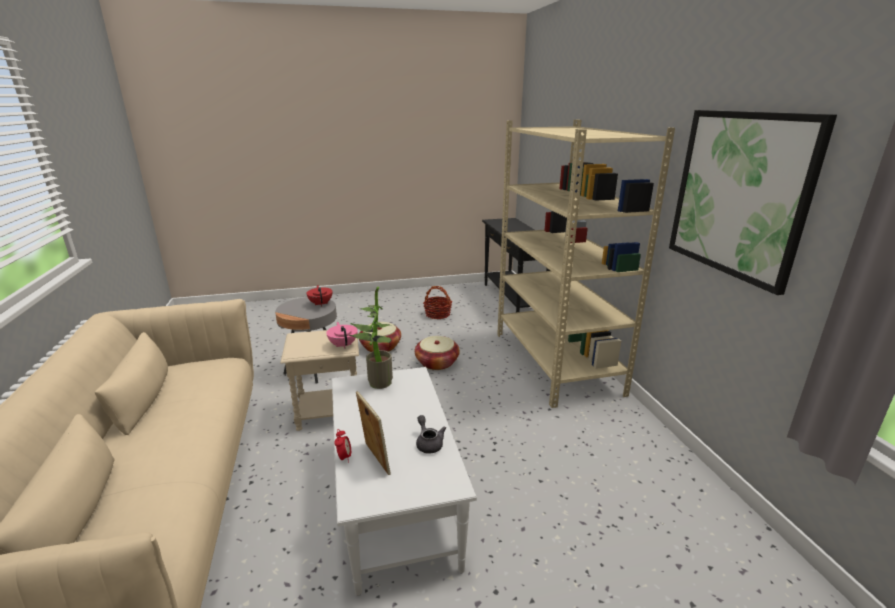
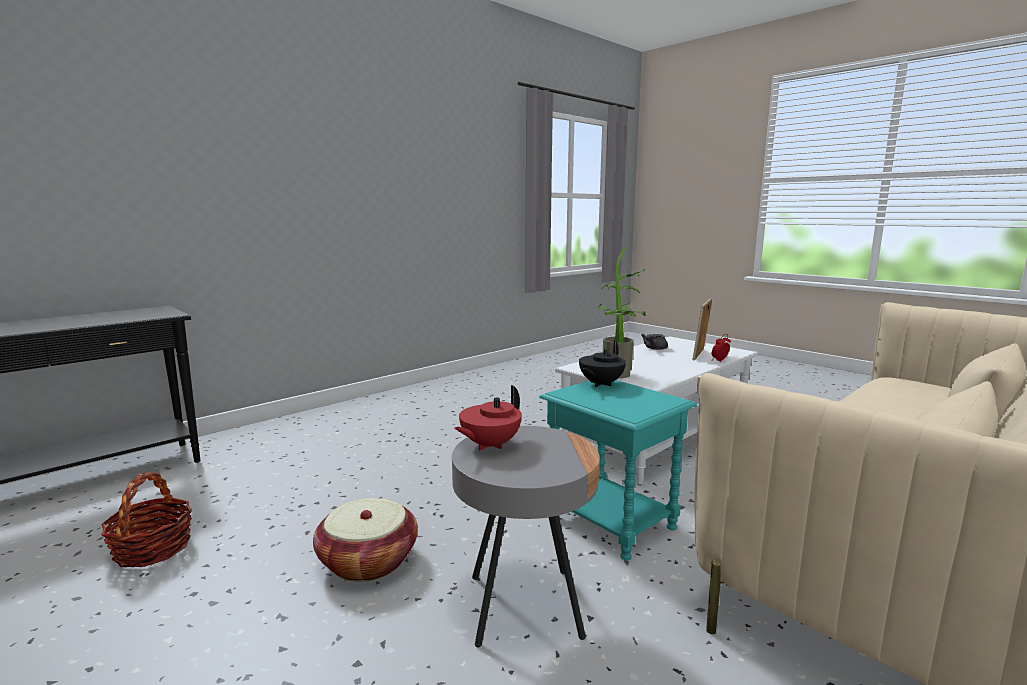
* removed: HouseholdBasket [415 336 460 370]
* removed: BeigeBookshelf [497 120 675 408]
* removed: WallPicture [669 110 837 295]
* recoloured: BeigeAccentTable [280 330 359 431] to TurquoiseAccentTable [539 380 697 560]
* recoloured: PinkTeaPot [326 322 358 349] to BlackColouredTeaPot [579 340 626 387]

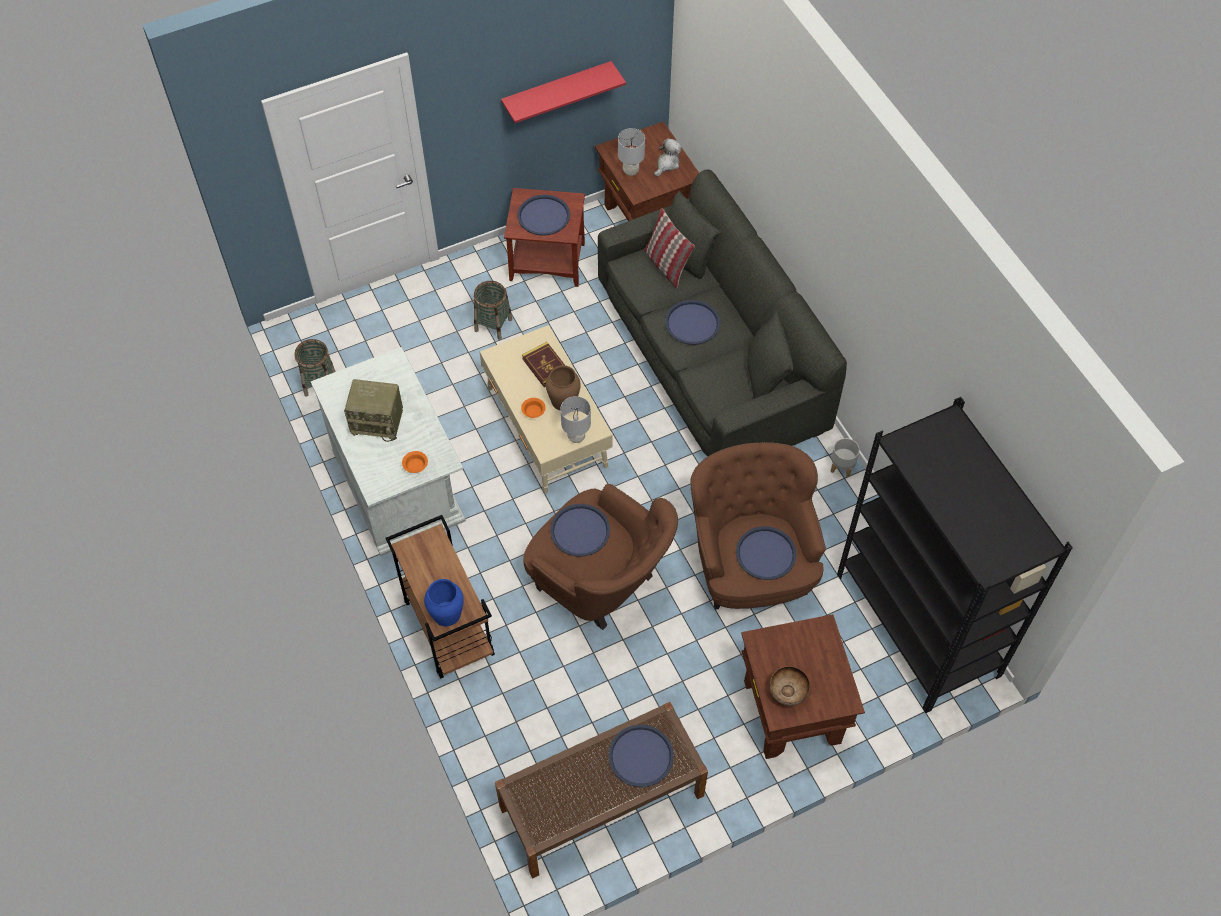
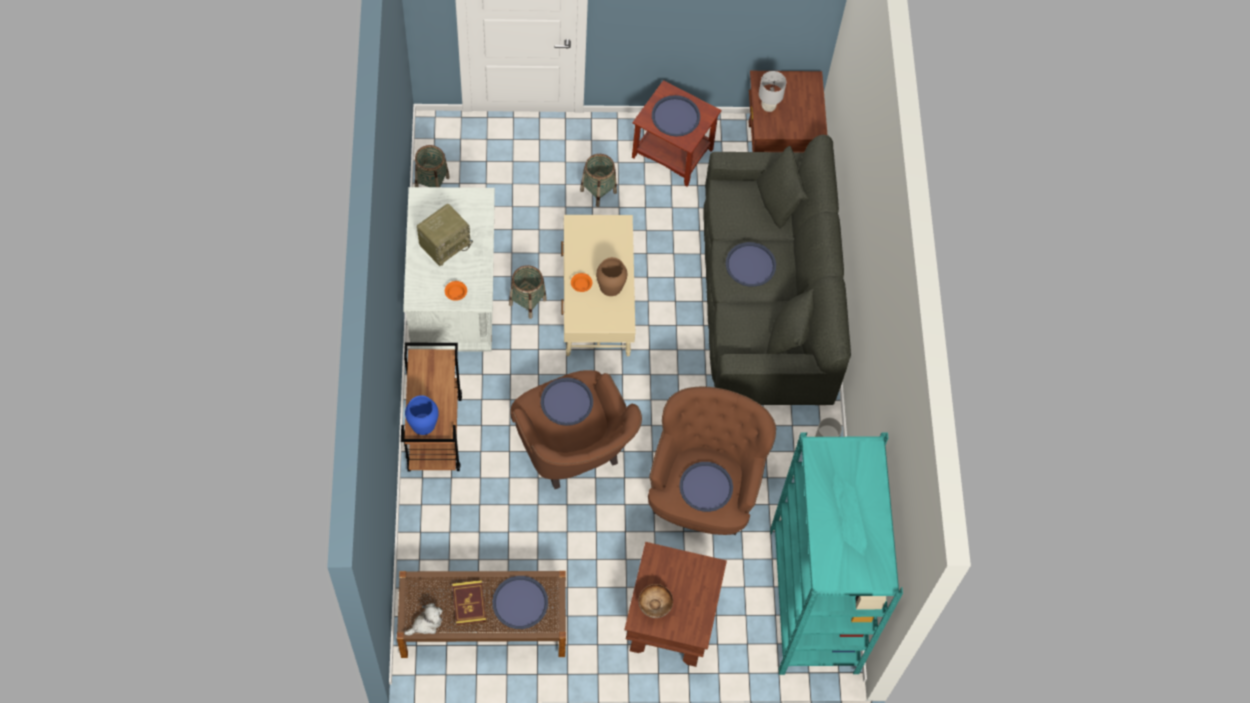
* removed: ReddishShelf [501 61 626 123]
* removed: GreyTabletopLamp [561 396 591 443]
* removed: ThrowPillow [644 208 695 288]
* added: HouseholdBasket [509 265 547 319]
* moved: Book [522 342 565 387] to [452 580 486 626]
* moved: PlushToy [654 138 681 177] to [404 603 443 636]
* recoloured: BlackColouredBookshelf [837 397 1073 713] to TurquoiseBookshelf [770 432 903 675]
* turned: RadioSet [344 379 403 442] = [417 204 473 266] 75 degrees counterclockwise

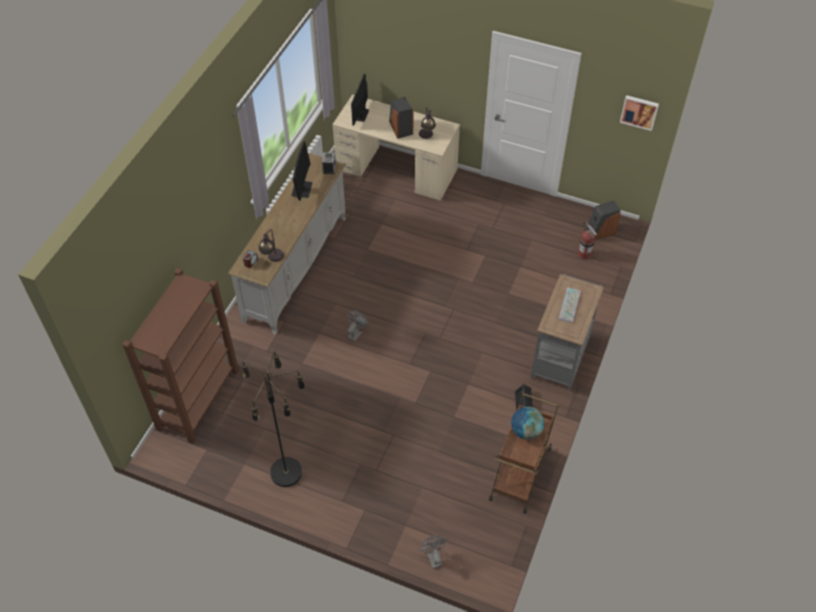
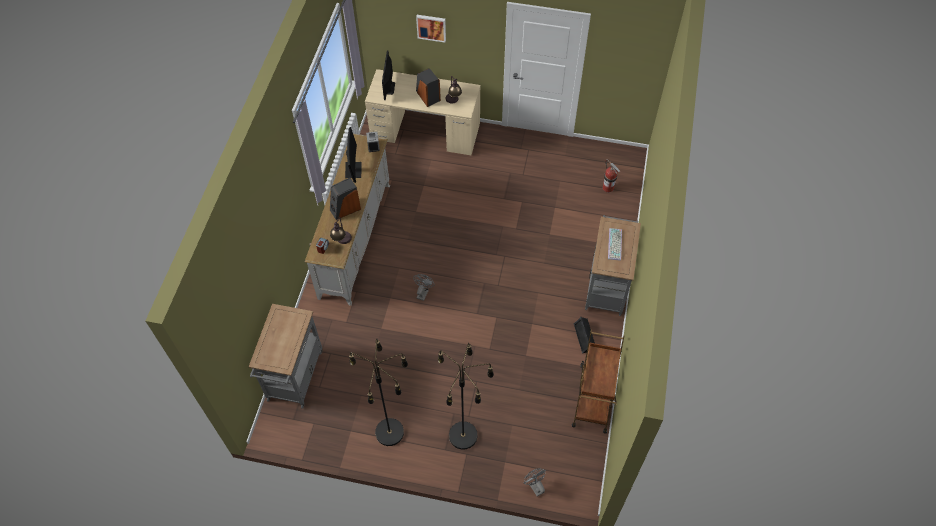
* removed: WorldGlobe [511 407 544 440]
* added: StandingLamp [438 343 494 450]
* moved: AudioSpeaker [585 201 621 240] to [330 178 361 220]
* moved: WallPicture [620 95 659 131] to [416 15 446 43]
* replaced: BrownBookshelf [122 268 239 444] to GreyTrolley [249 304 322 408]

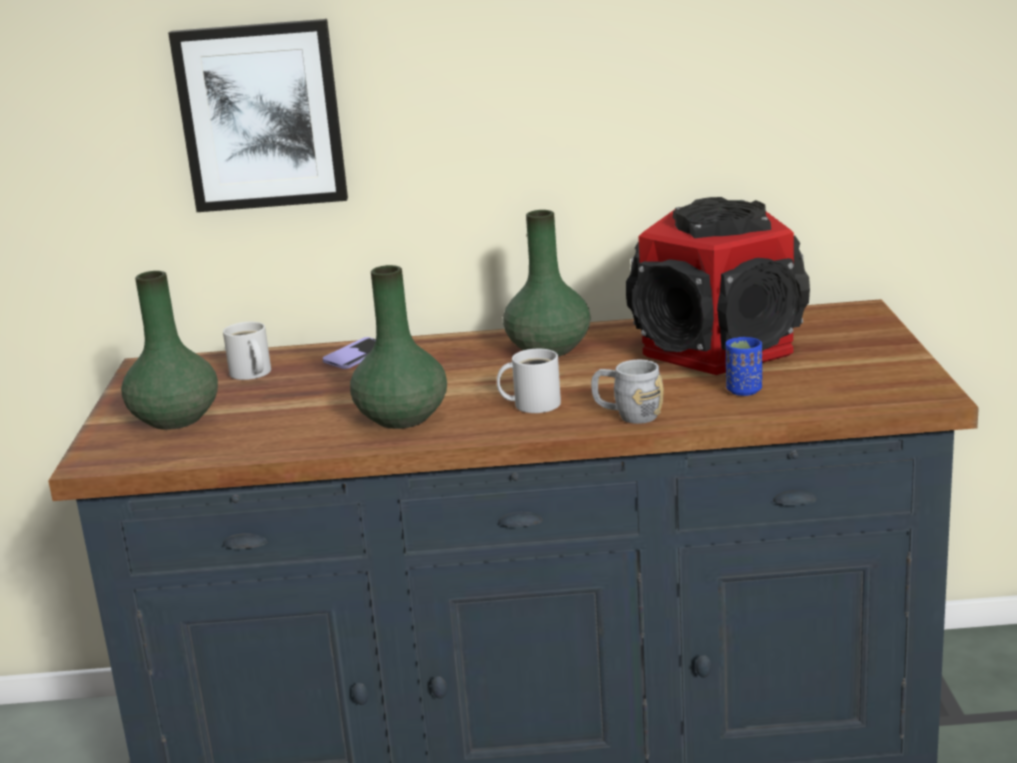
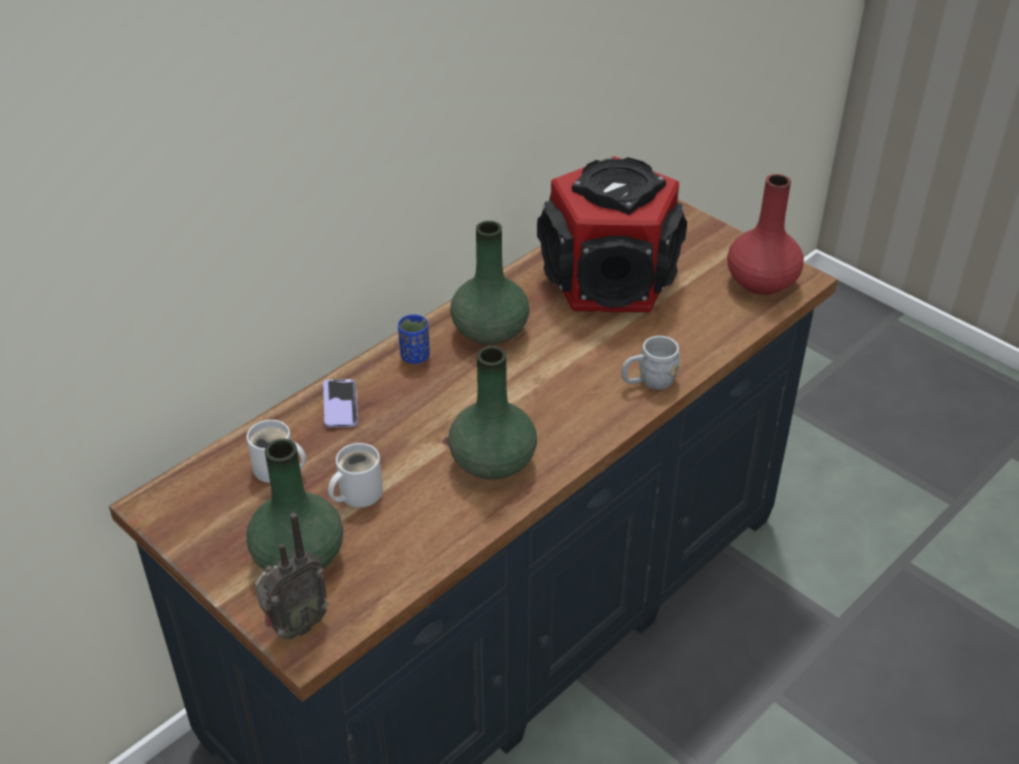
* removed: WallPicture [168 19 348 212]
* added: RadioSet [255 513 328 639]
* added: ReddishFlowerVase [727 174 804 295]
* moved: WhitishTeaMug [497 349 561 413] to [328 443 383 507]
* moved: BlueColouredSmallCup [725 337 762 396] to [398 314 430 364]

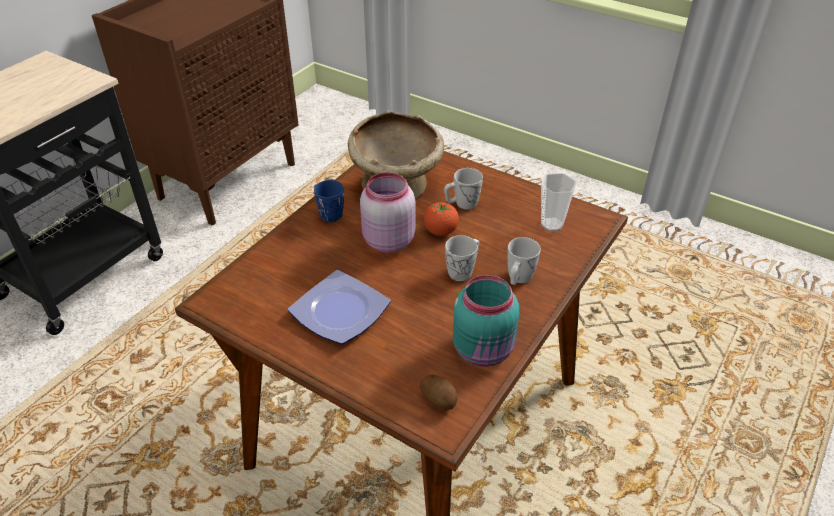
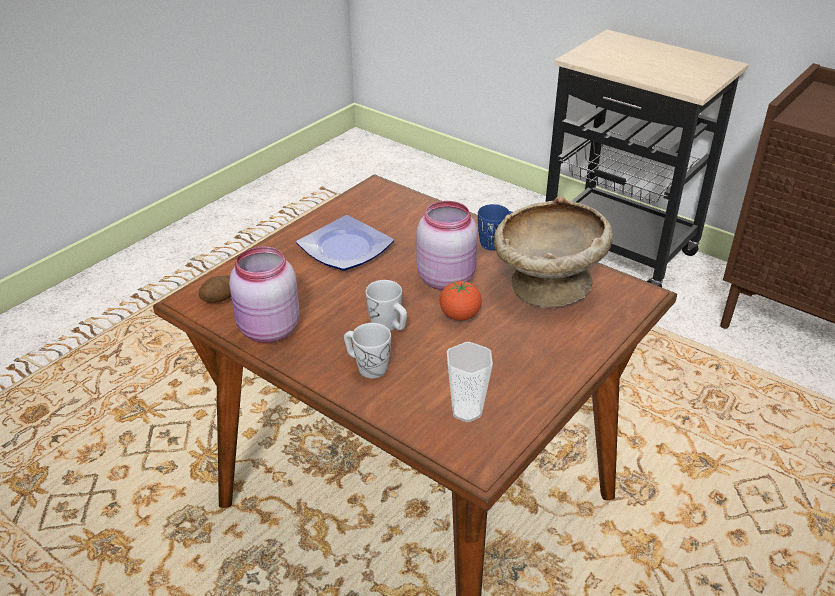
* removed: WhitishTeaMug [444 168 483 209]
* recoloured: TurquoisePreserveJar [453 275 519 367] to PinkPreserveJar [229 246 299 343]

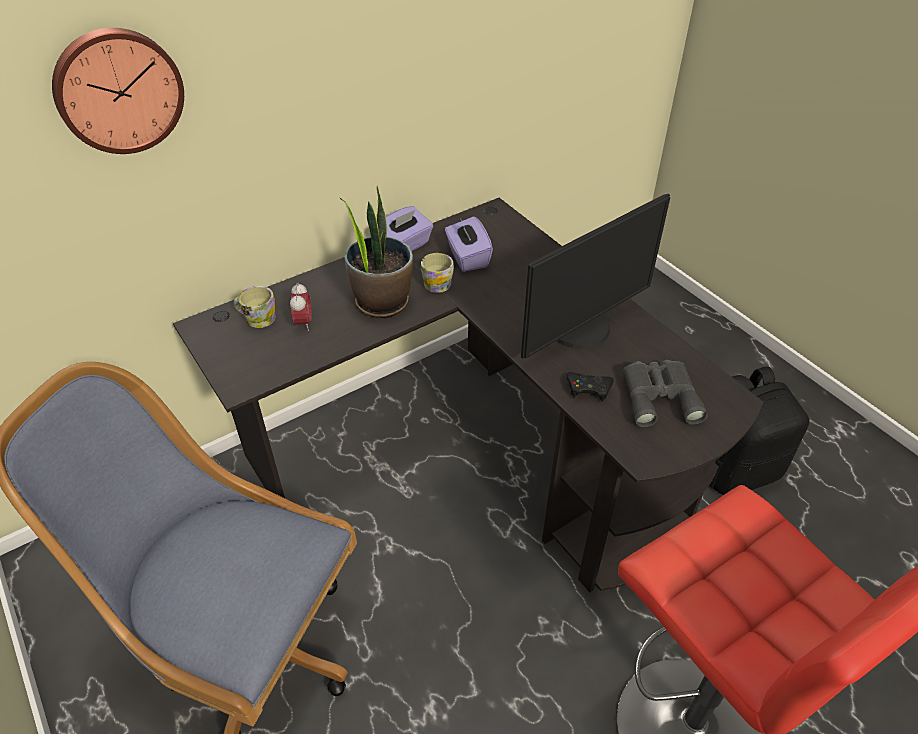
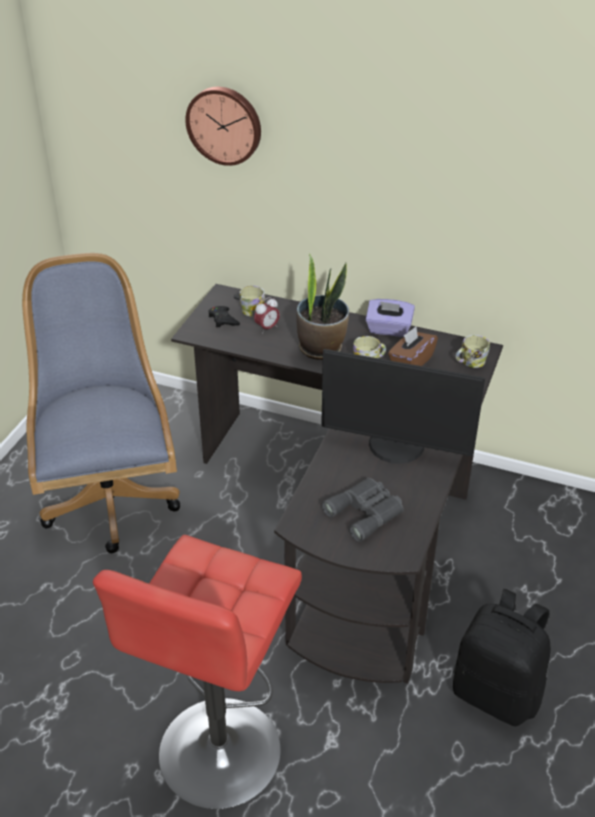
* added: TeaMug [455 335 490 368]
* moved: BlackColouredGameController [566 372 614 402] to [209 306 240 327]
* recoloured: PurpleTissueBox [445 216 493 272] to BrownTissueBox [388 326 438 366]

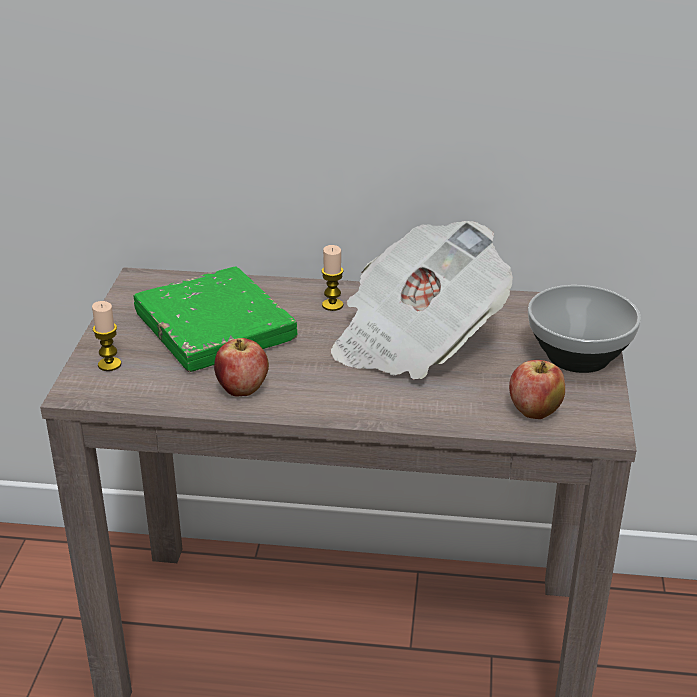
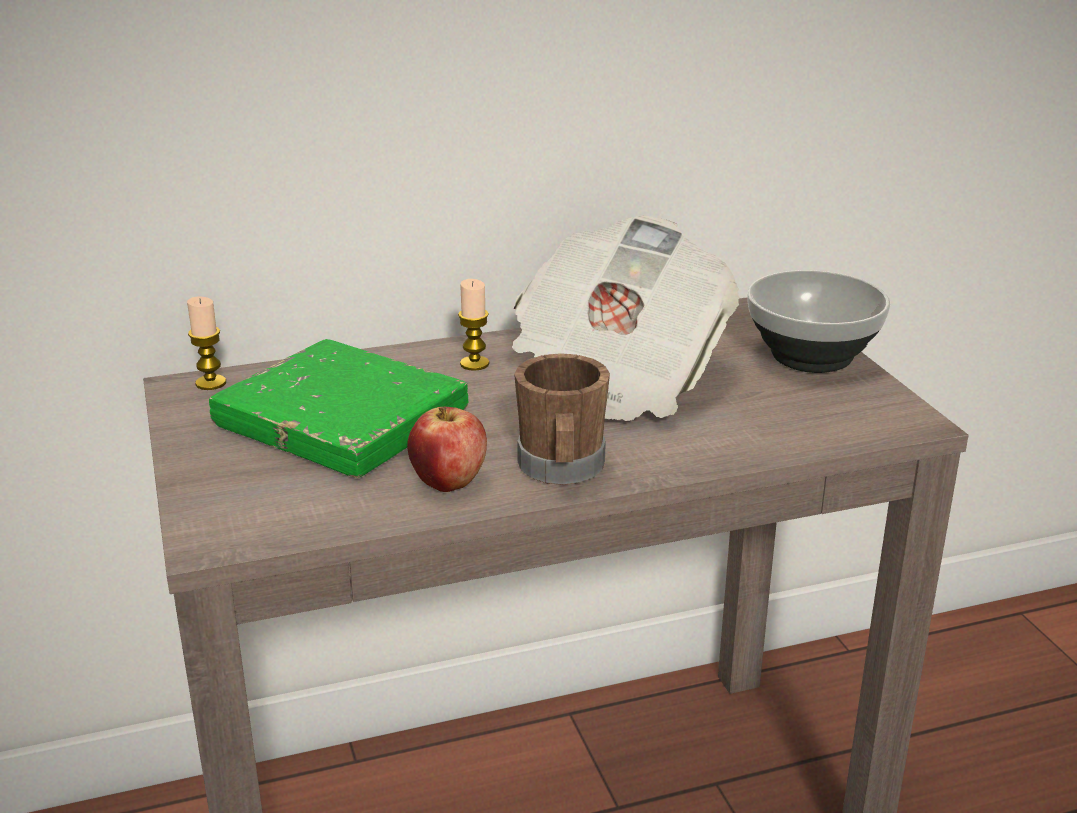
* removed: WholeApple [509 360 565 419]
* added: BrownTeaMug [514 353 610 485]
* moved: WaxCandle [92 301 121 371] to [187 296 226 390]

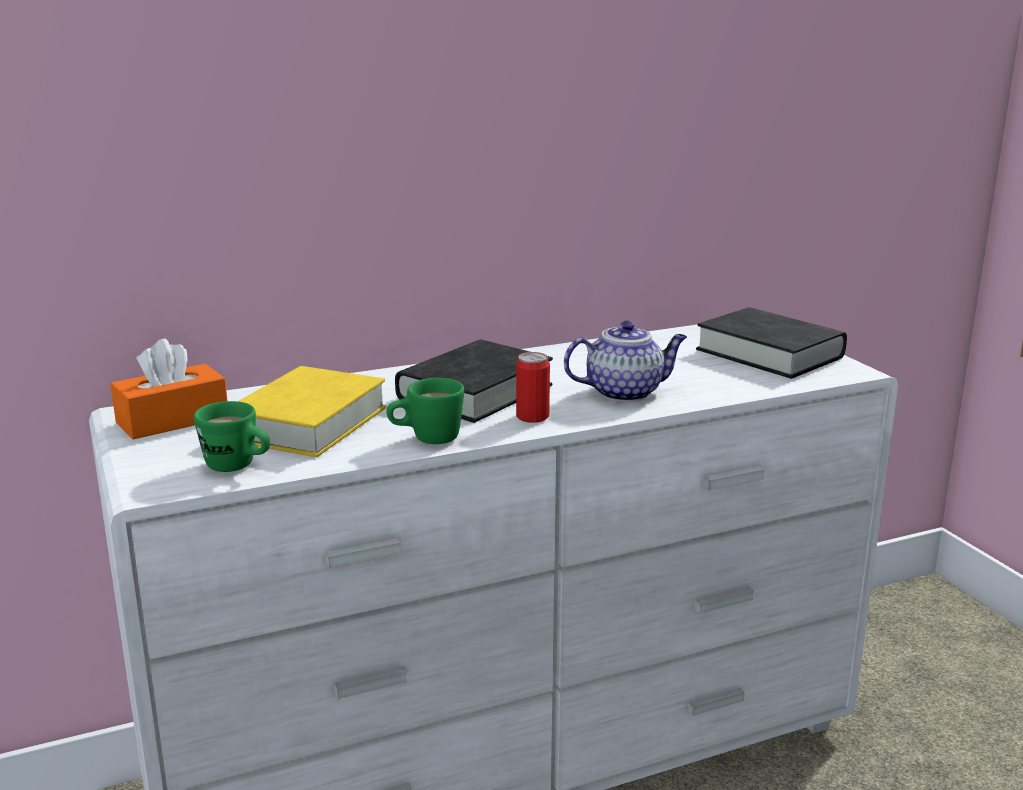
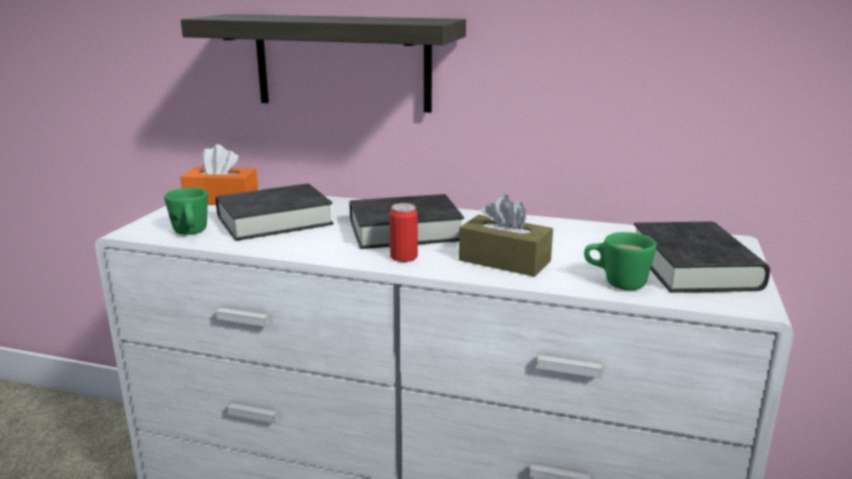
* added: Shelf [181 14 466 113]
* moved: GreenishTeaMug [386 378 464 444] to [584 232 656 290]
* replaced: TeaPot [564 320 687 402] to BrownTissueBox [459 194 553 277]
* recoloured: YellowishBook [238 366 386 457] to BlackColouredBook [216 183 333 241]

